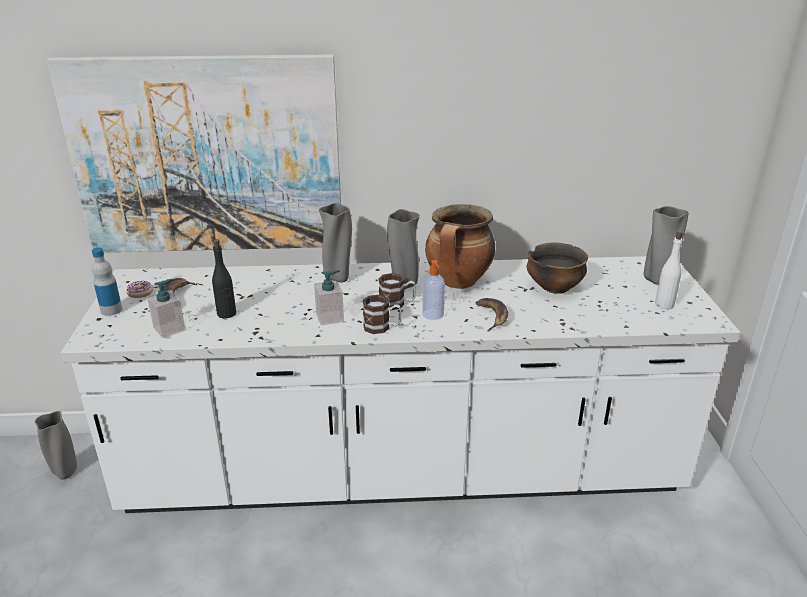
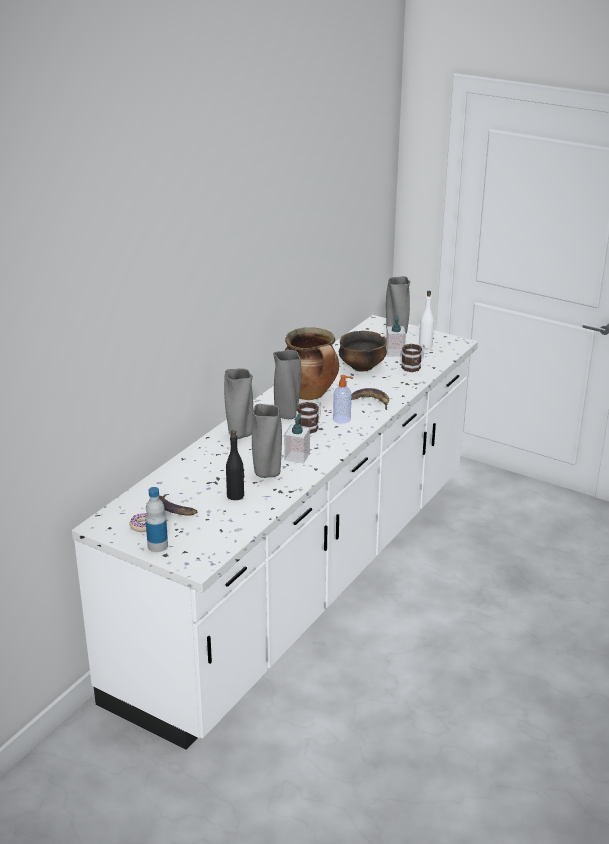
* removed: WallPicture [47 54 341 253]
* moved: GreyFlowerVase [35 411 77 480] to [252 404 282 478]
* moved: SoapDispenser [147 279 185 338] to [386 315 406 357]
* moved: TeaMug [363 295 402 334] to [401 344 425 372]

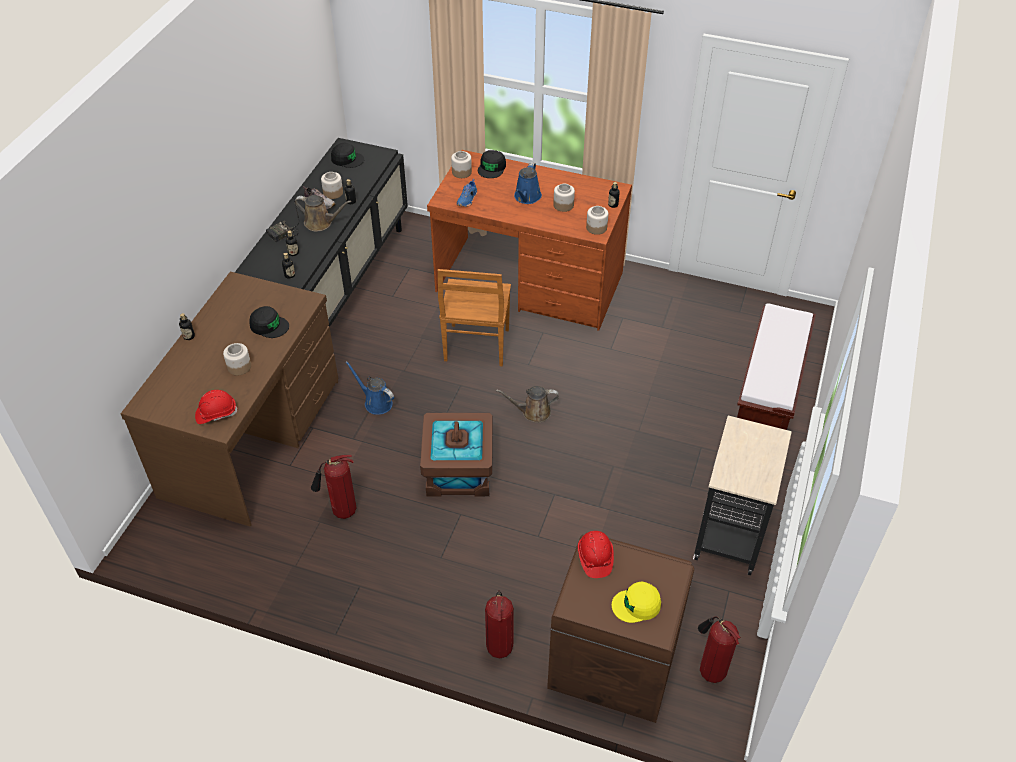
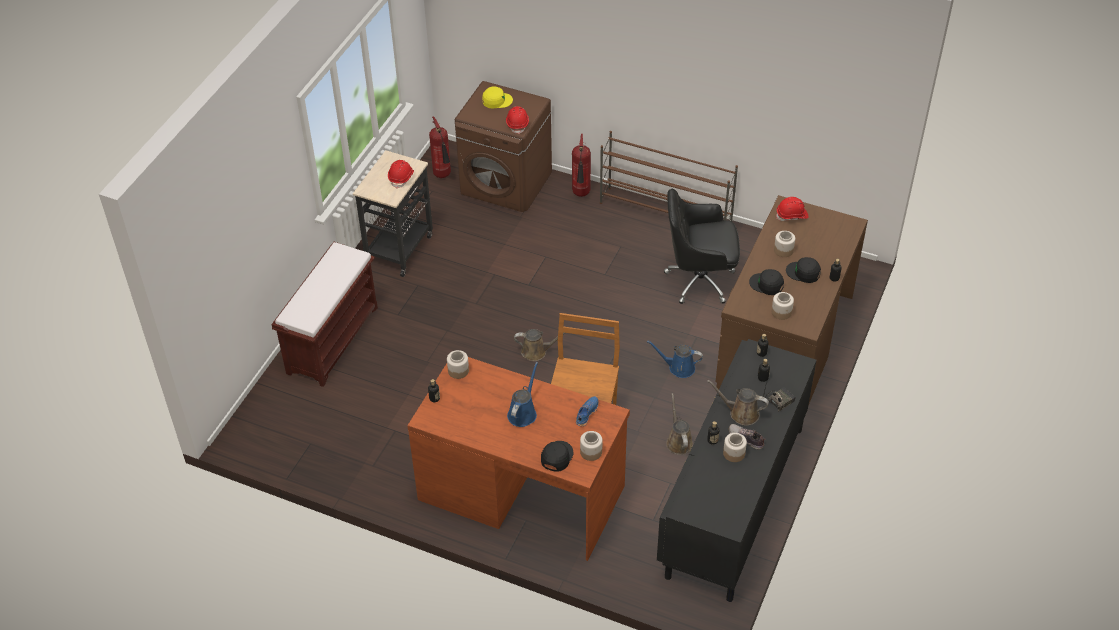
* removed: BrownStorageContainer [420 413 493 496]
* added: ReddishHardHat [388 160 414 189]
* added: BrownShoeStand [600 131 738 221]
* added: BrownWateringCan [666 393 693 455]
* moved: BlackColouredPeakedCap [331 143 364 168] to [786 257 821 283]
* moved: PreserveJar [553 184 575 212] to [772 292 794 320]
* replaced: FireFightingCylinder [311 455 356 519] to BlackColouredOfficeChair [664 189 740 304]
* turned: BlueColouredWateringCan [345 361 394 415] = [647 341 703 378] 150 degrees clockwise

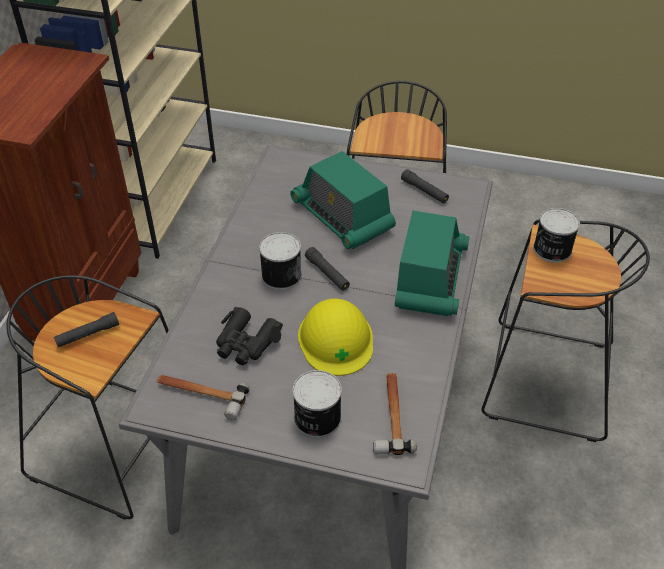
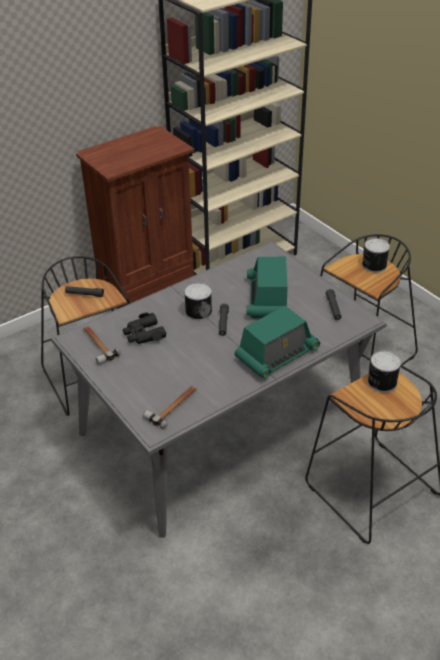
* removed: YellowishHardHat [298 299 373 376]
* moved: MetalCan [293 370 342 438] to [362 238 390 273]

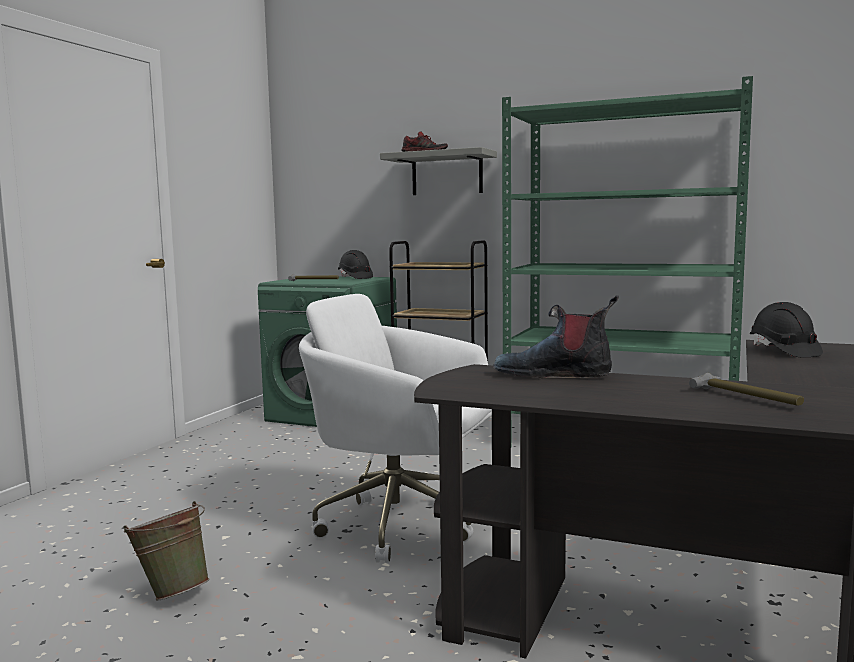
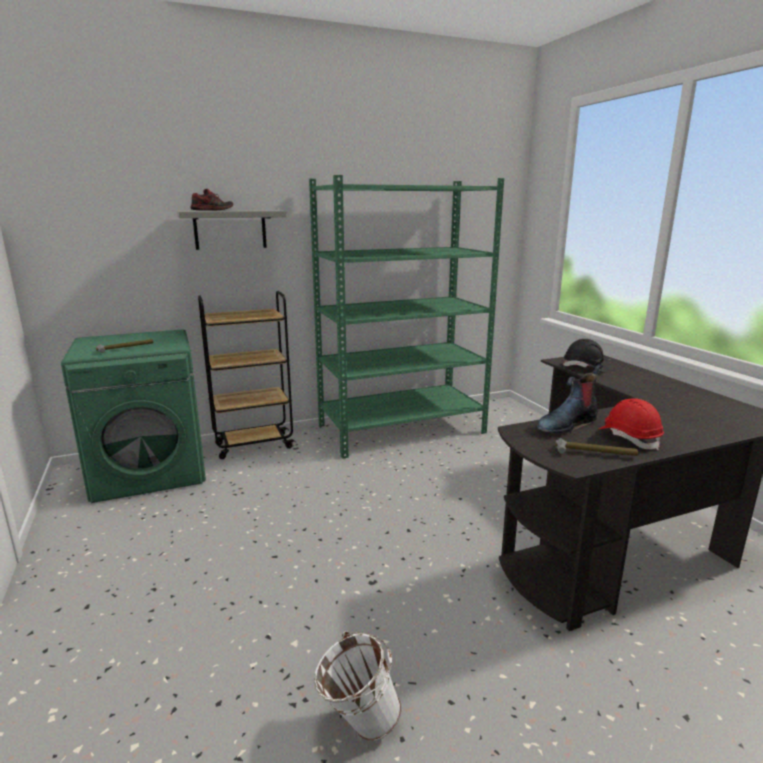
* removed: WhitishOfficeChair [299 294 492 563]
* removed: BlackColouredHardHat [338 250 373 279]
* added: ReddishHardHat [599 398 664 450]
* moved: ToolHammer [689 373 804 406] to [555 438 638 456]
* recoloured: GreenishPail [123 501 209 600] to WhitishPail [314 631 401 741]

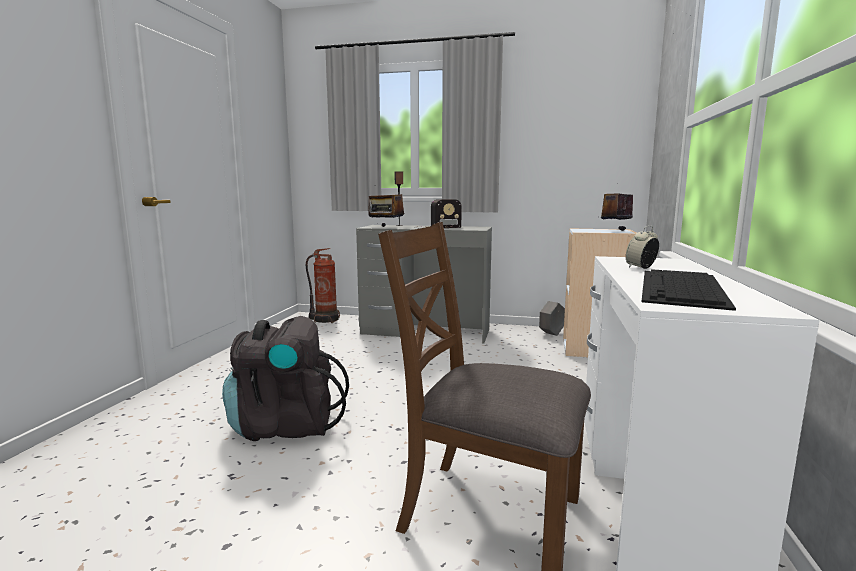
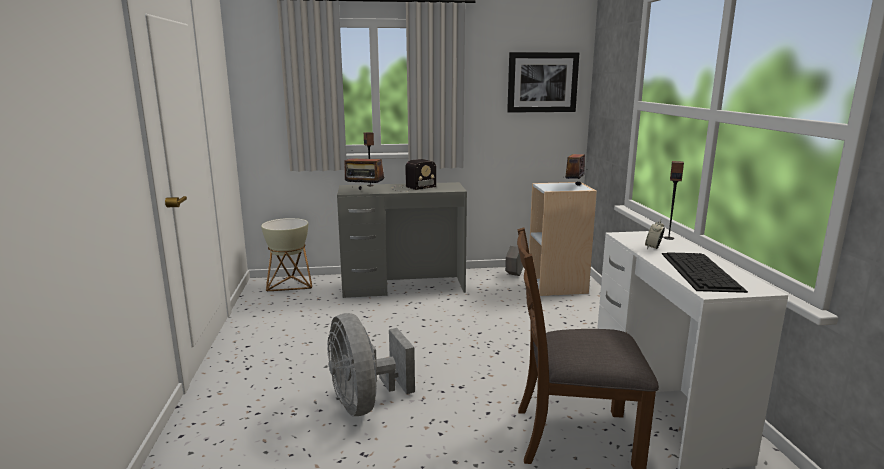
* added: WallPicture [507 52 579 113]
* added: AudioSpeaker [663 161 684 240]
* replaced: BlackColouredKnapsack [222 316 349 441] to GreyCoolingFan [327 313 415 416]
* replaced: FireFightingCylinder [306 248 340 323] to Planter [261 218 312 291]

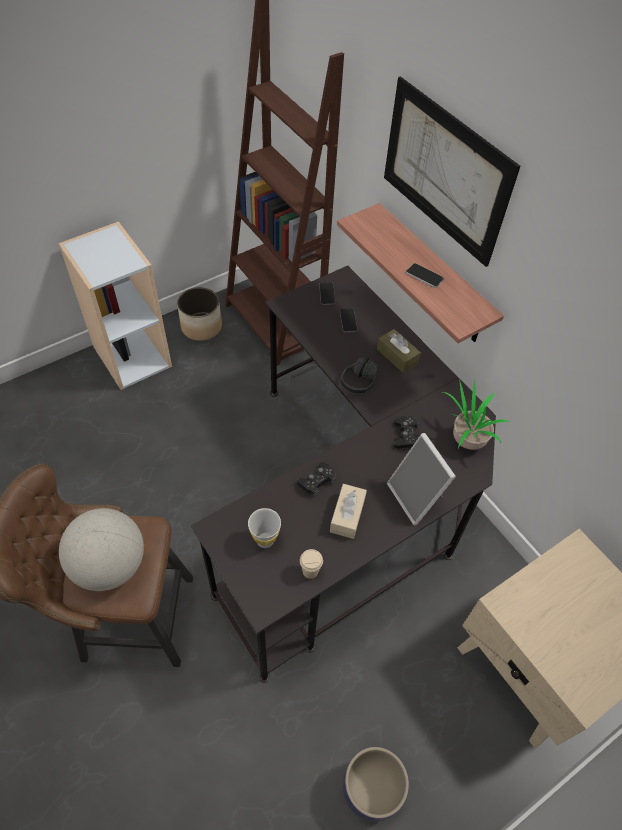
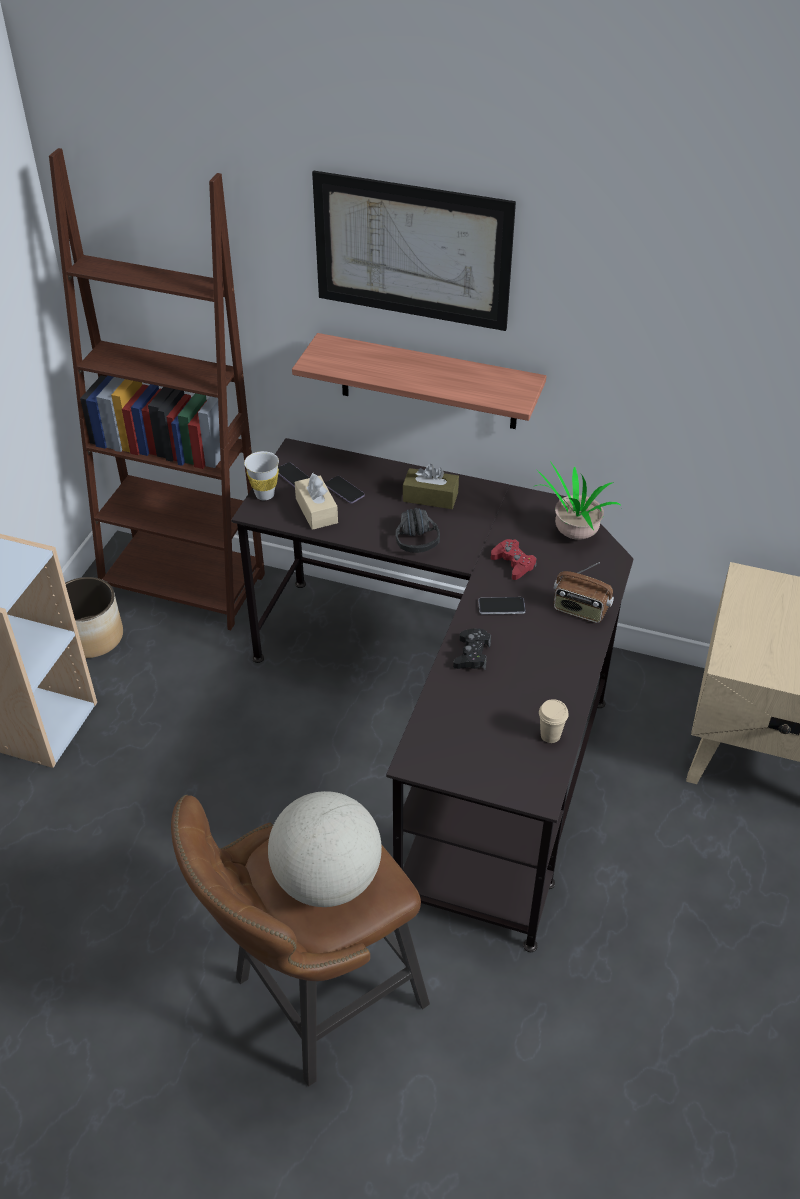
* removed: Planter [343 747 409 822]
* moved: WhitishSmallCup [248 508 281 548] to [244 451 279 500]
* moved: BeigeTissueBox [330 484 367 539] to [295 473 338 530]
* moved: Phone [406 263 444 288] to [478 597 526 614]
* replaced: PictureFrame [387 433 456 525] to RadioSet [553 562 614 623]
* recoloured: BlackColouredGameController [394 416 419 449] to ReddishGameController [491 539 537 580]

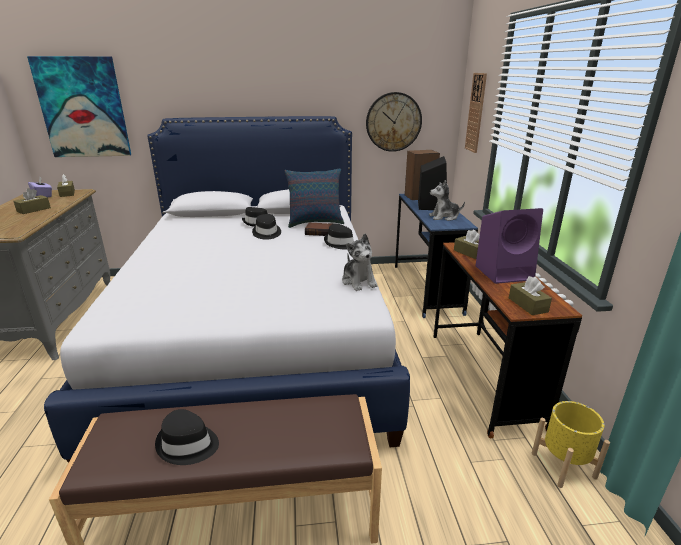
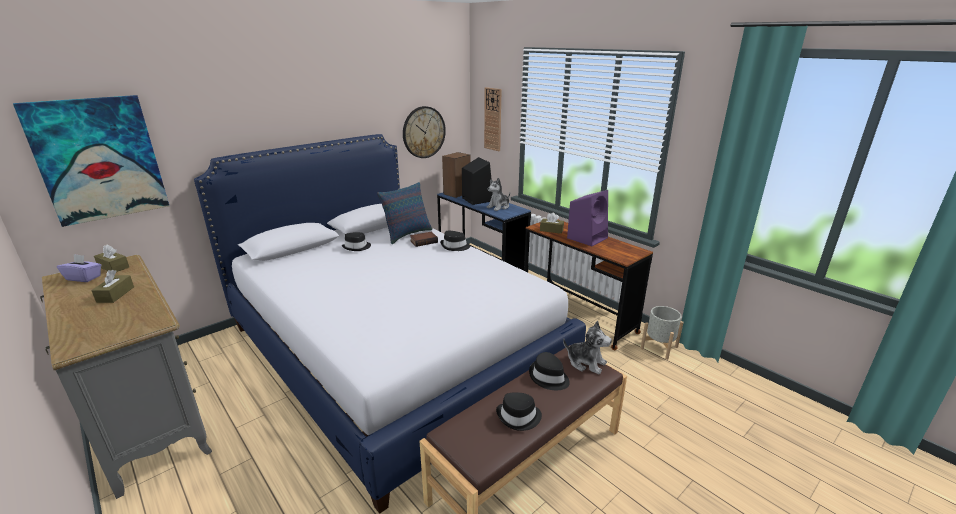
* removed: BrownTissueBox [509 276 552 315]
* moved: BlackColouredClothingHat [252 214 281 240] to [529 352 570 390]
* moved: PlushToy [342 234 378 291] to [563 321 612 374]
* recoloured: YellowishPlanter [532 401 610 488] to GreyPlanter [641 306 684 360]

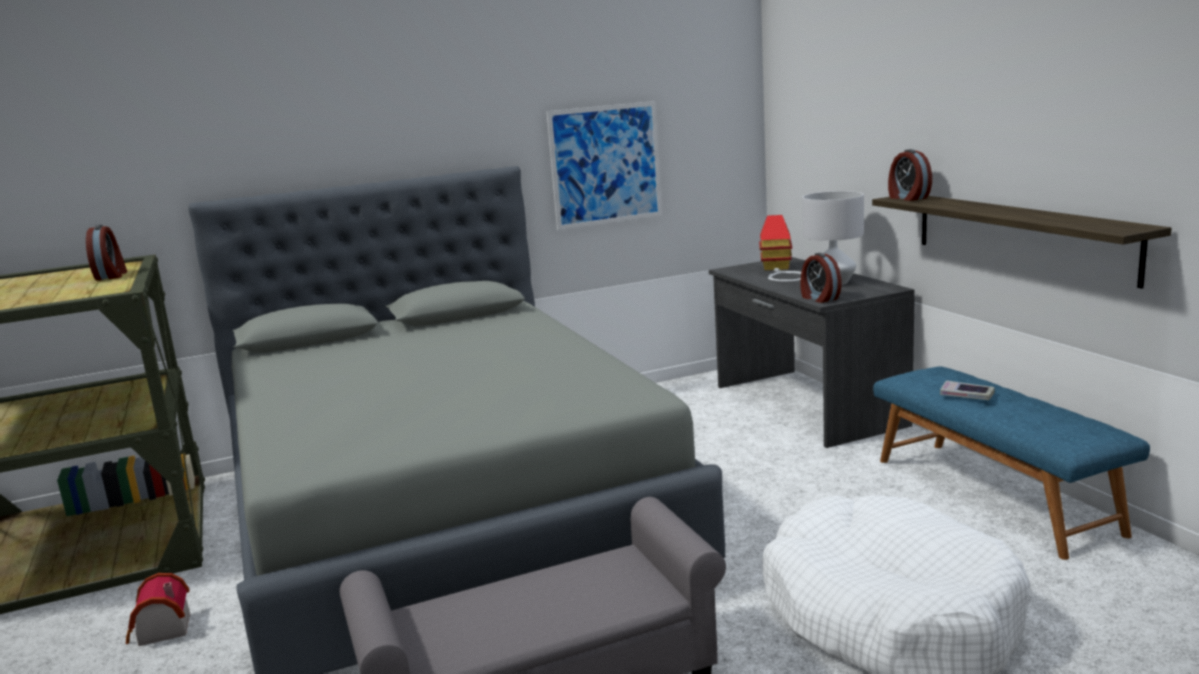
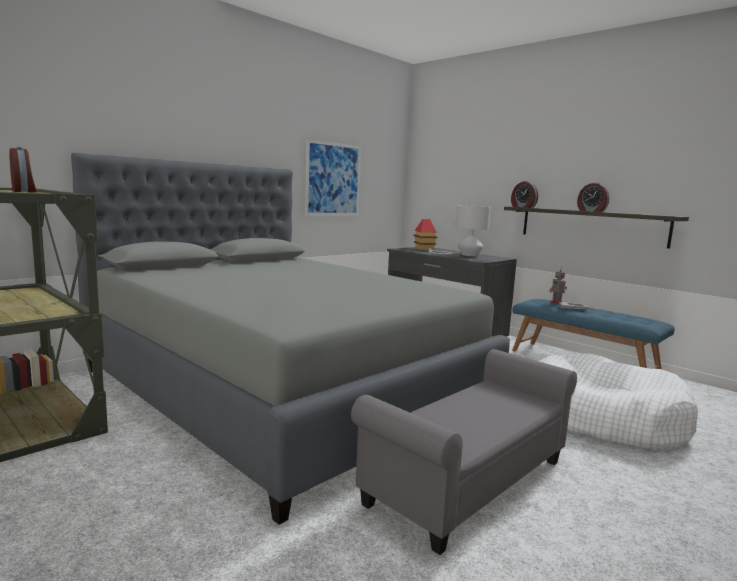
* removed: ModelHouse [126 573 190 646]
* added: RobotFigure [550 268 567 304]
* moved: TableClock [800 253 842 303] to [577 182 609 212]

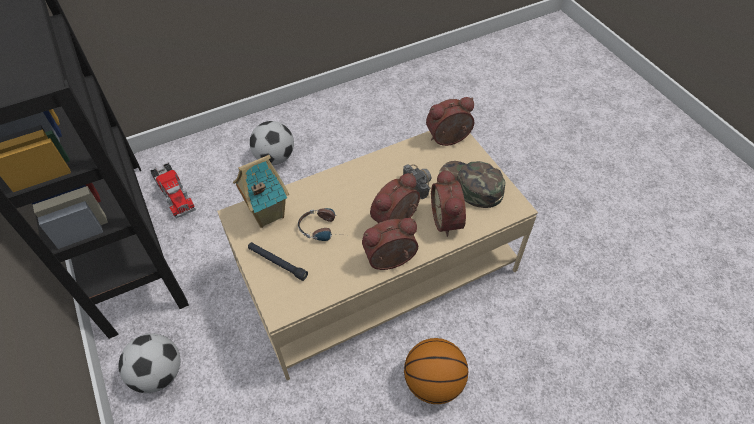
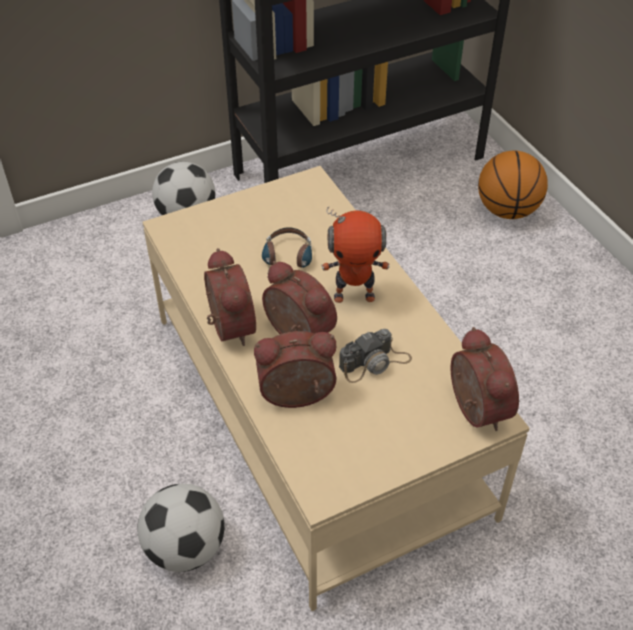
* removed: ToyLorry [150 162 196 219]
* removed: ModelHouse [233 155 289 228]
* removed: BlackColouredTorch [248 242 308 281]
* removed: GreenishPeakedCap [439 161 506 208]
* added: RobotFigure [321 207 390 303]
* moved: Football [249 121 294 165] to [138 484 225 572]
* moved: Basketball [404 338 468 404] to [478 151 548 219]

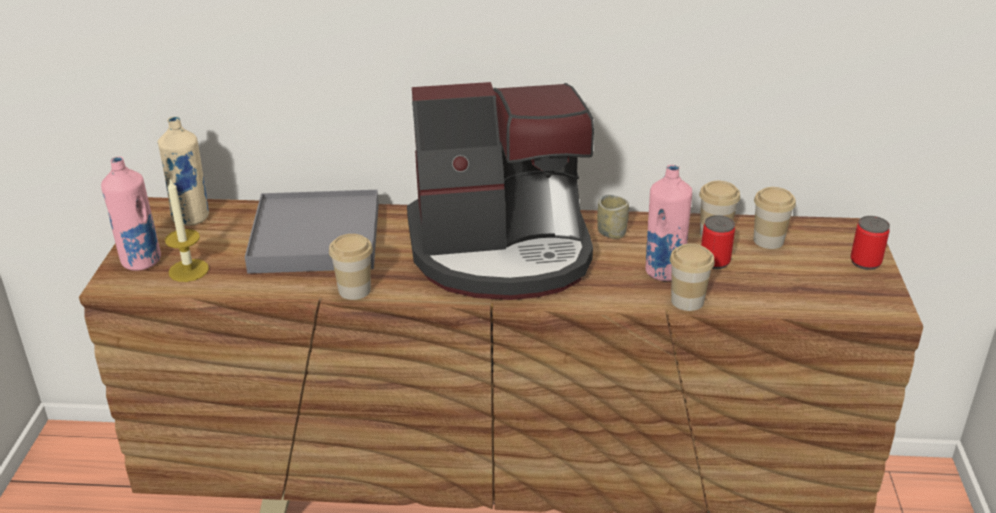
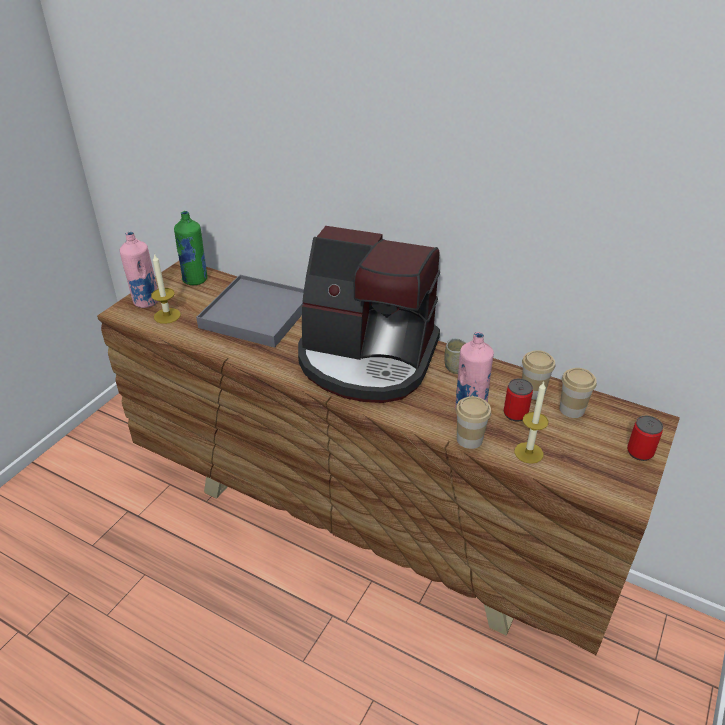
* removed: SmallCup [329 234 373 300]
* added: WaxCandle [514 382 548 464]
* recoloured: BeigeBeverageBottle [158 117 209 226] to GreenishBeverageBottle [174 211 207 285]

